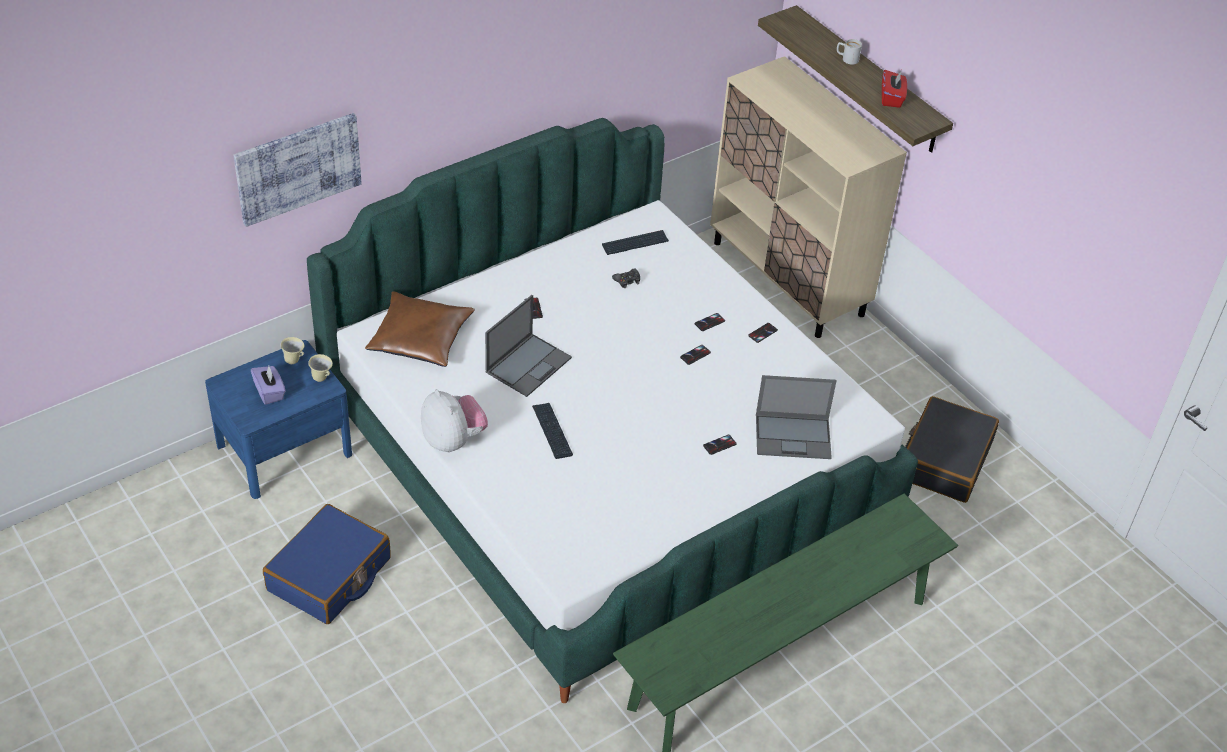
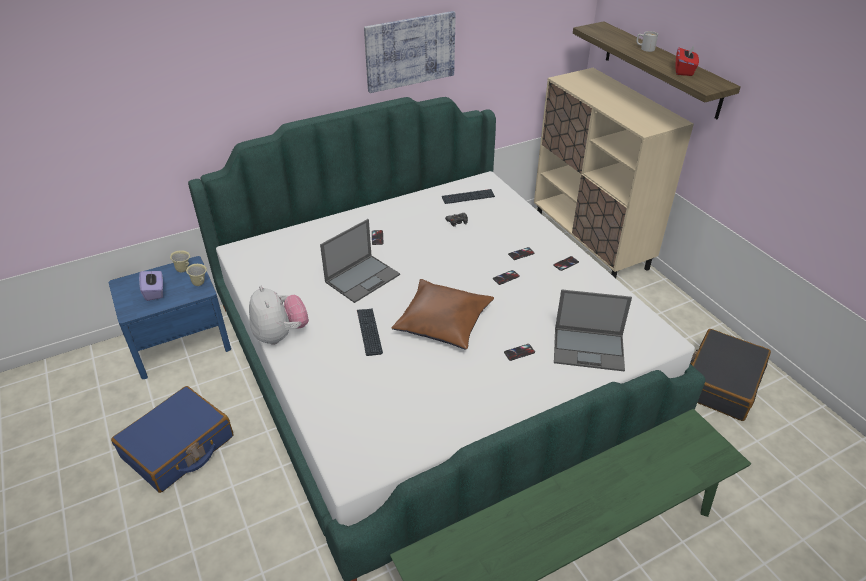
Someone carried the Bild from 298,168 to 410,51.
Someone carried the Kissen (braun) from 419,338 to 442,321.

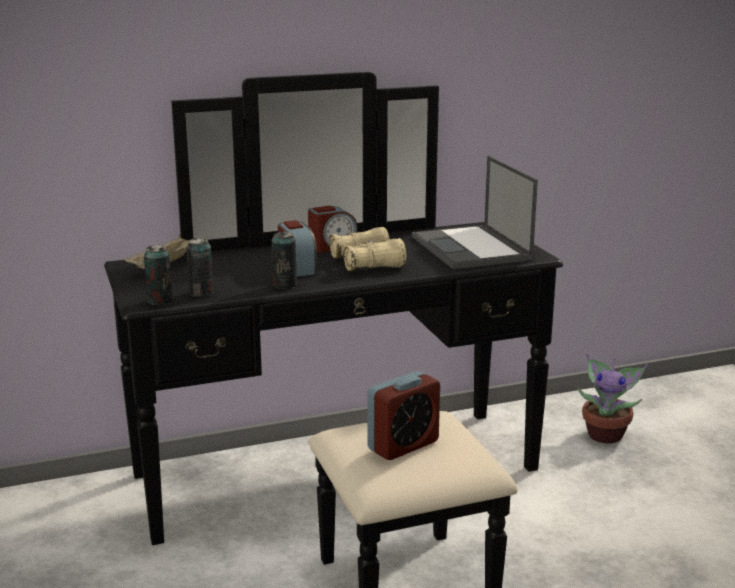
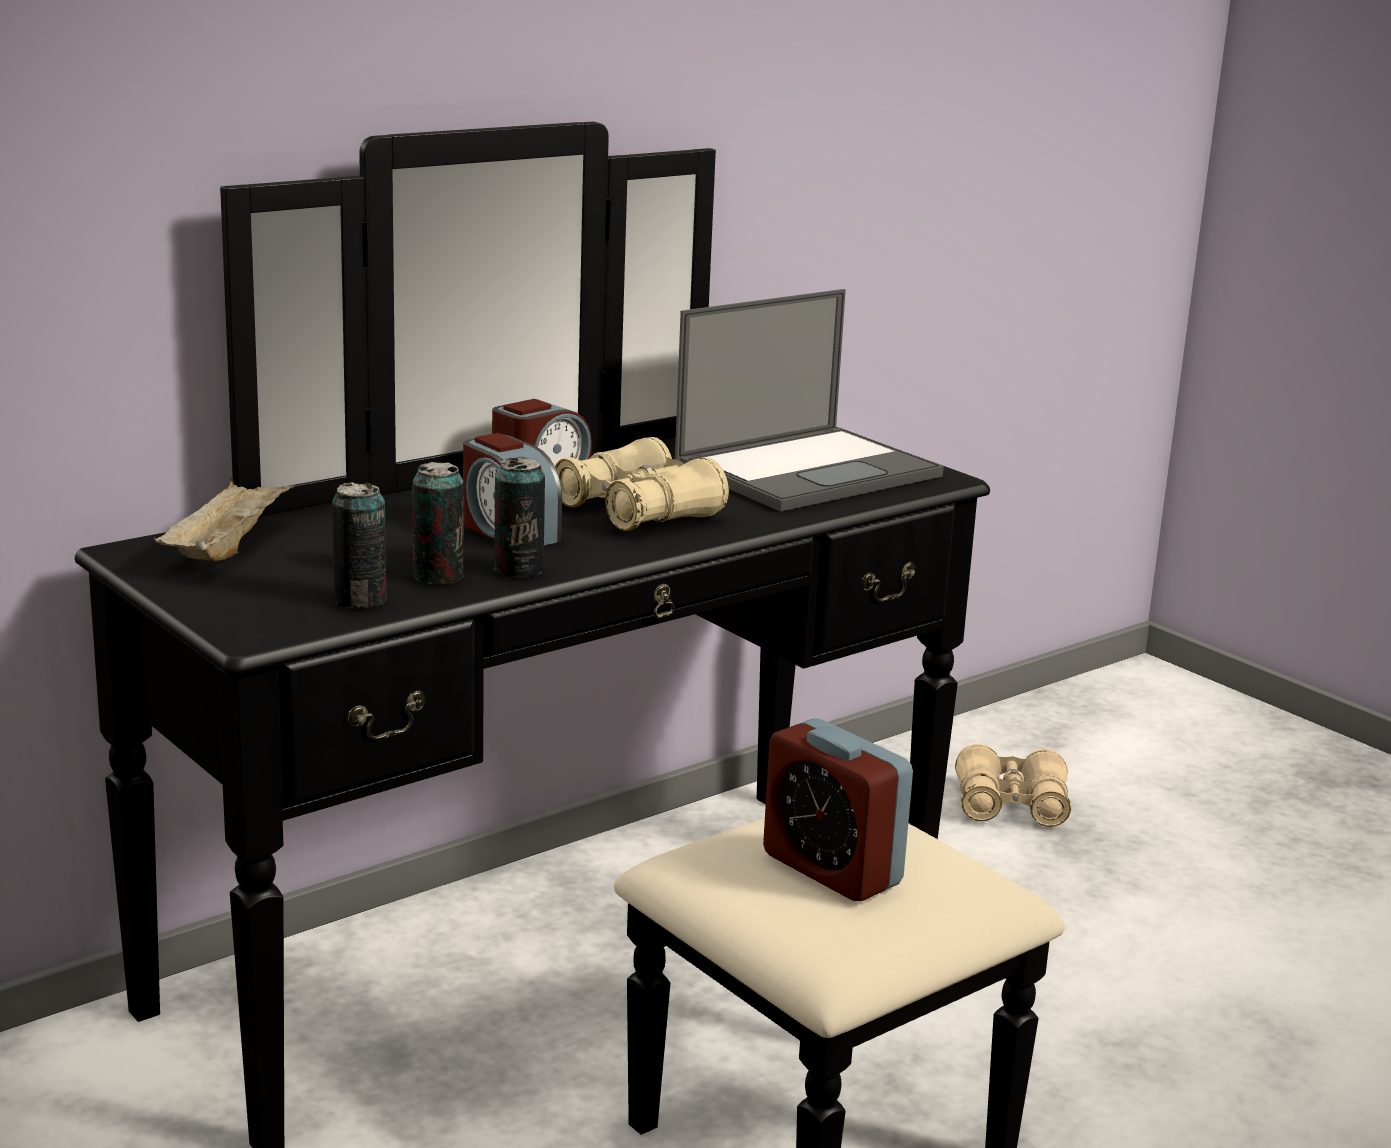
Someone carried the Dose from 160,301 to 438,576.
Someone rotated the Wecker at 403,445 by 105 degrees clockwise.
Someone rotated the Laptop at 472,248 by 90 degrees counterclockwise.
Someone swapped the Topfpflanze at 606,434 for the Fernglas (beige) at 1011,806.

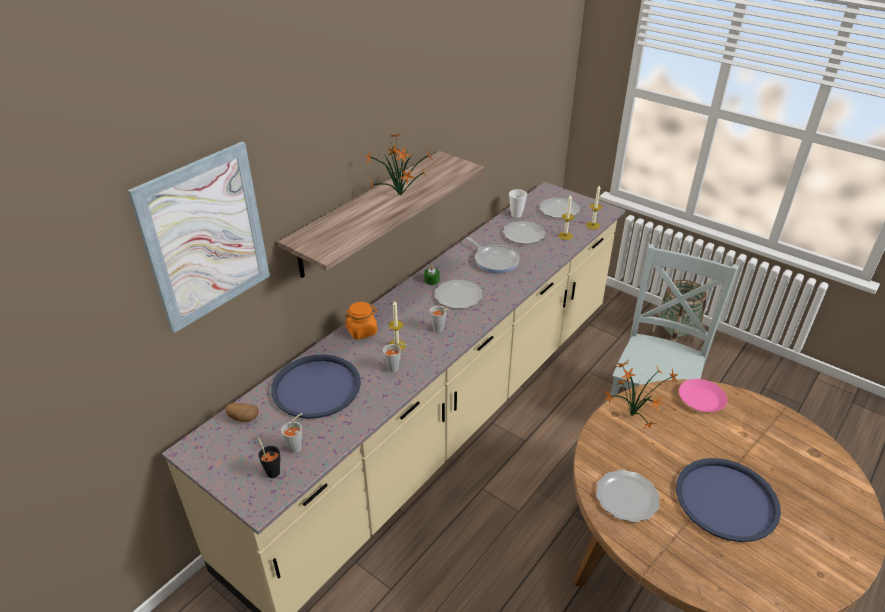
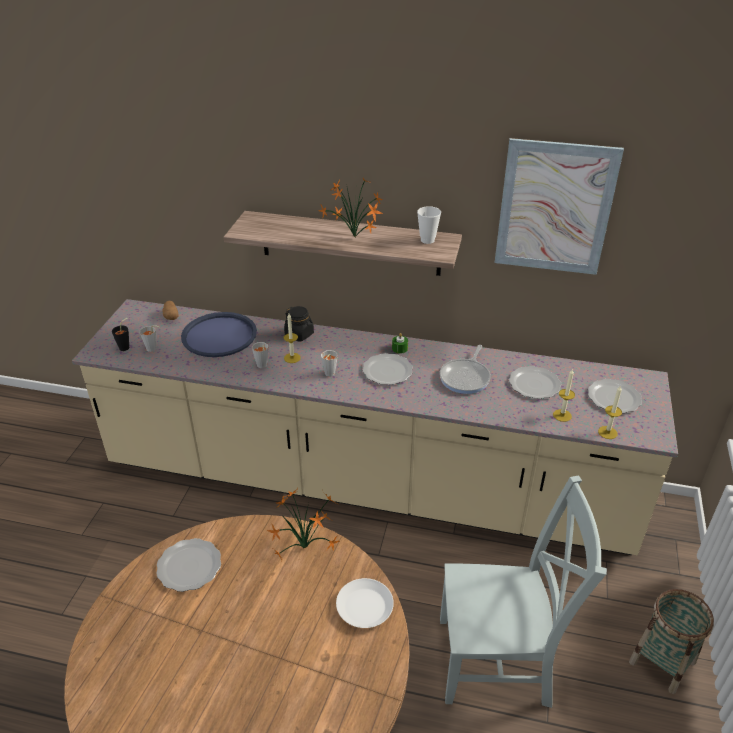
Someone carried the Bild from 205,237 to 554,208.
Someone repainted the Vorratsglas (orange) at 362,331, which became the Vorratsglas (schwarz) at 299,334.
Someone carried the Tasse from 516,215 to 427,240.
Someone took away the Tablett (blau) at 726,500.
Someone repainted the Teller (rosa) at 701,399, which became the Teller (weiß) at 364,606.

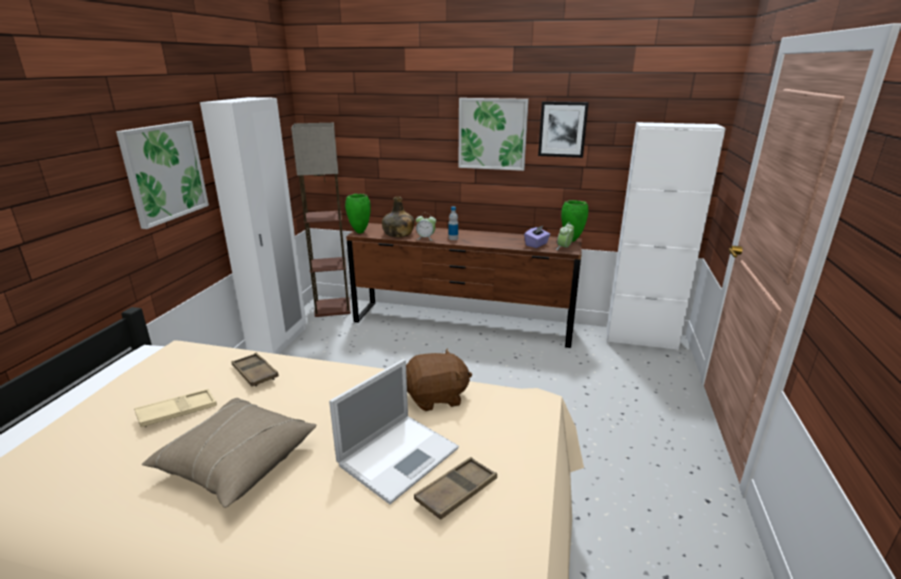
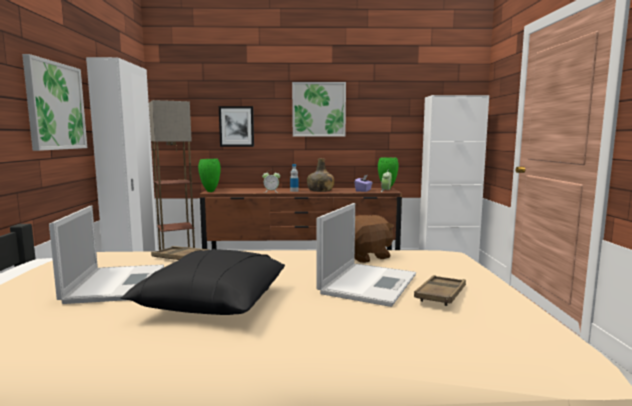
Someone swapped the Tablett (beige) at 177,412 for the Laptop at 116,283.
Someone repainted the Kissen (beige) at 237,462, which became the Kissen (schwarz) at 213,302.
Someone carried the Flasche (grün) from 398,234 to 320,190.
Someone carried the Bild from 562,129 to 236,126.

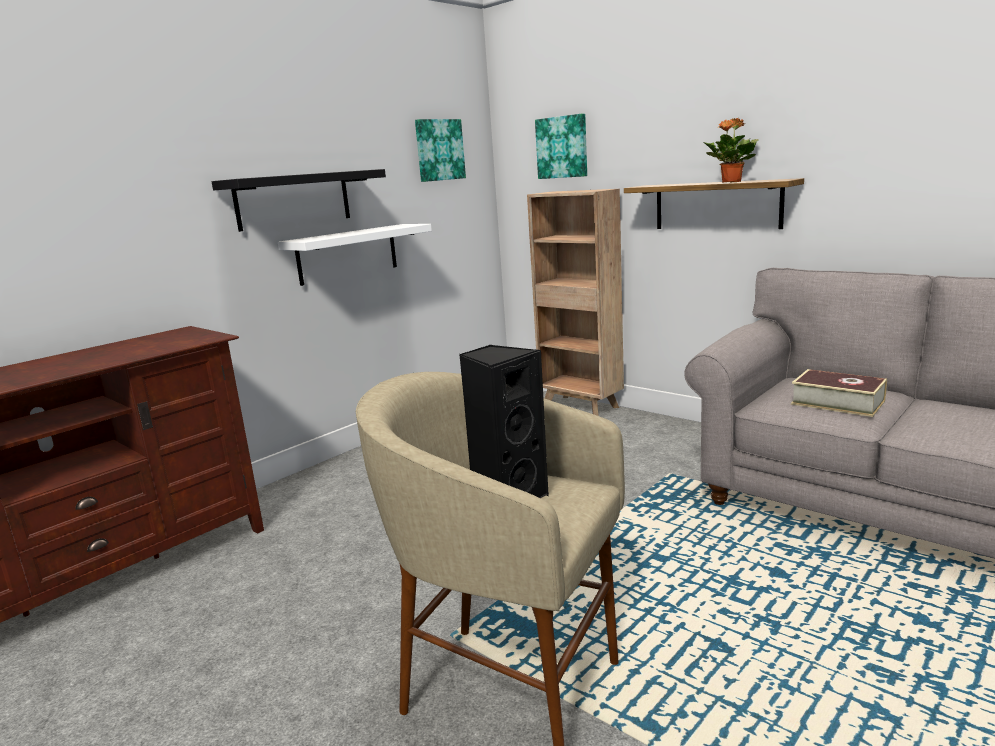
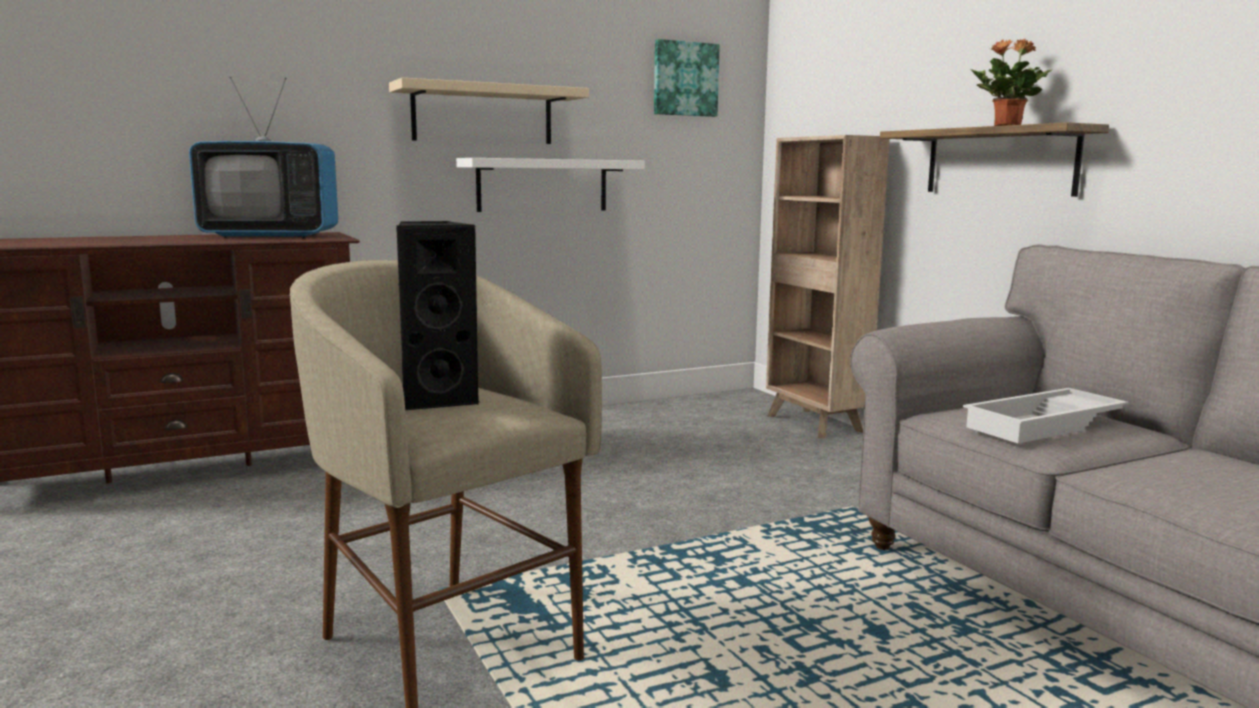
Someone repainted the Wandregal (schwarz) at 293,200, which became the Wandregal (beige) at 482,115.
Someone took away the Bild at 562,147.
Someone swapped the Buch at 837,402 for the Tablett (weiß) at 1045,425.
Someone put down the Fernseher at 270,236.

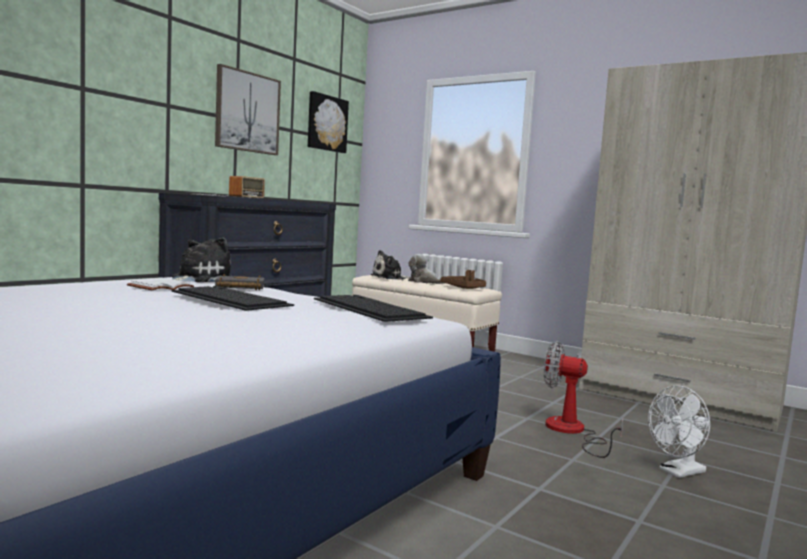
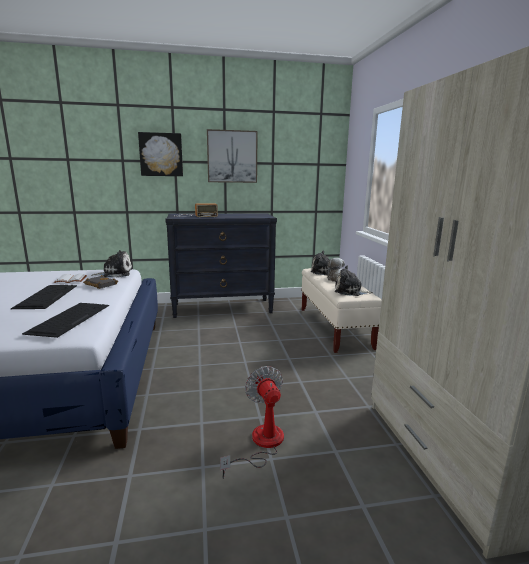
Someone carried the Bild from 326,123 to 161,154.
Someone swapped the Tablett (braun) at 464,288 for the Plüschtier at 350,291.
Someone took away the Ventilator (weiß) at 678,472.

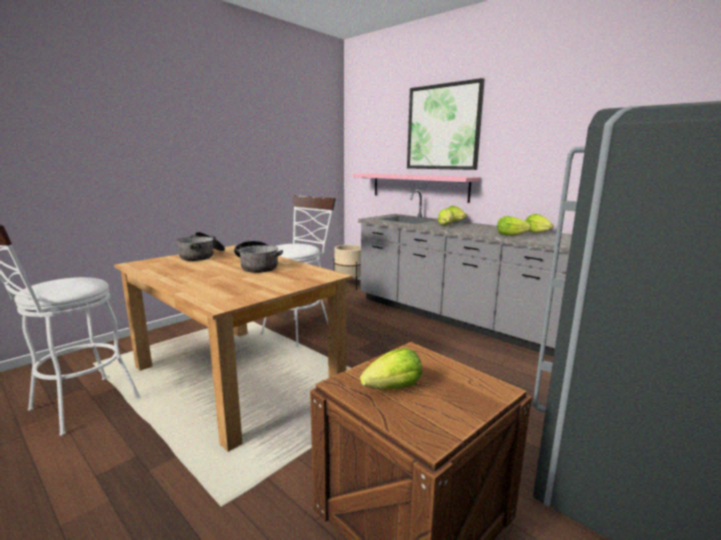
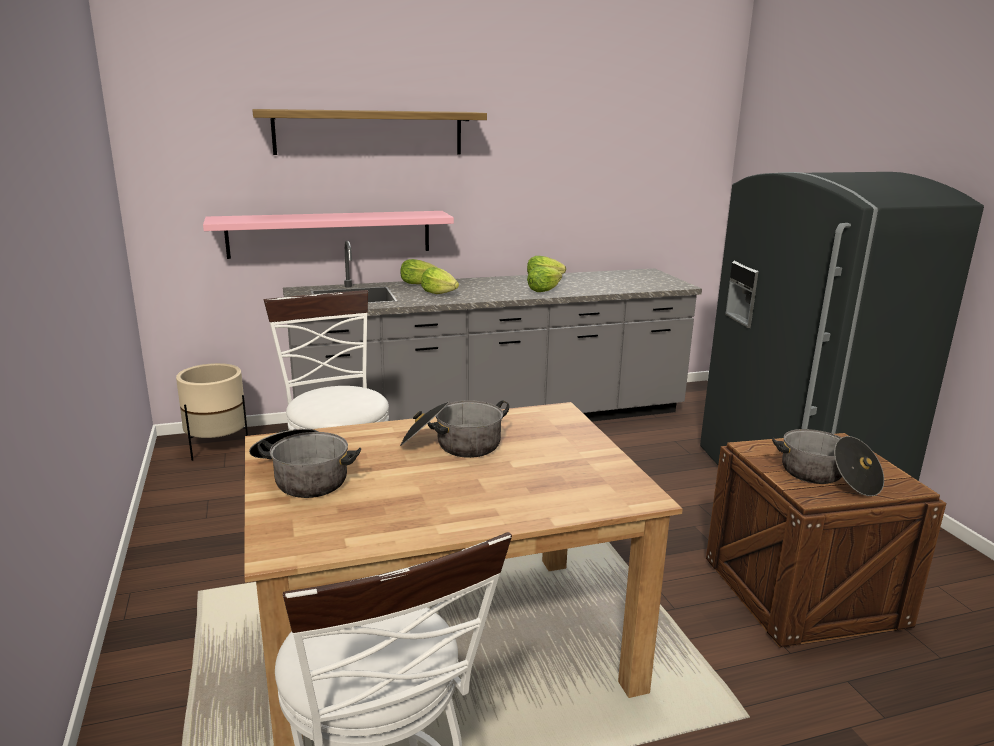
Someone swapped the Salatkopf at 394,388 for the Kochtopf at 826,477.
Someone swapped the Bild at 443,127 for the Wandregal at 369,132.

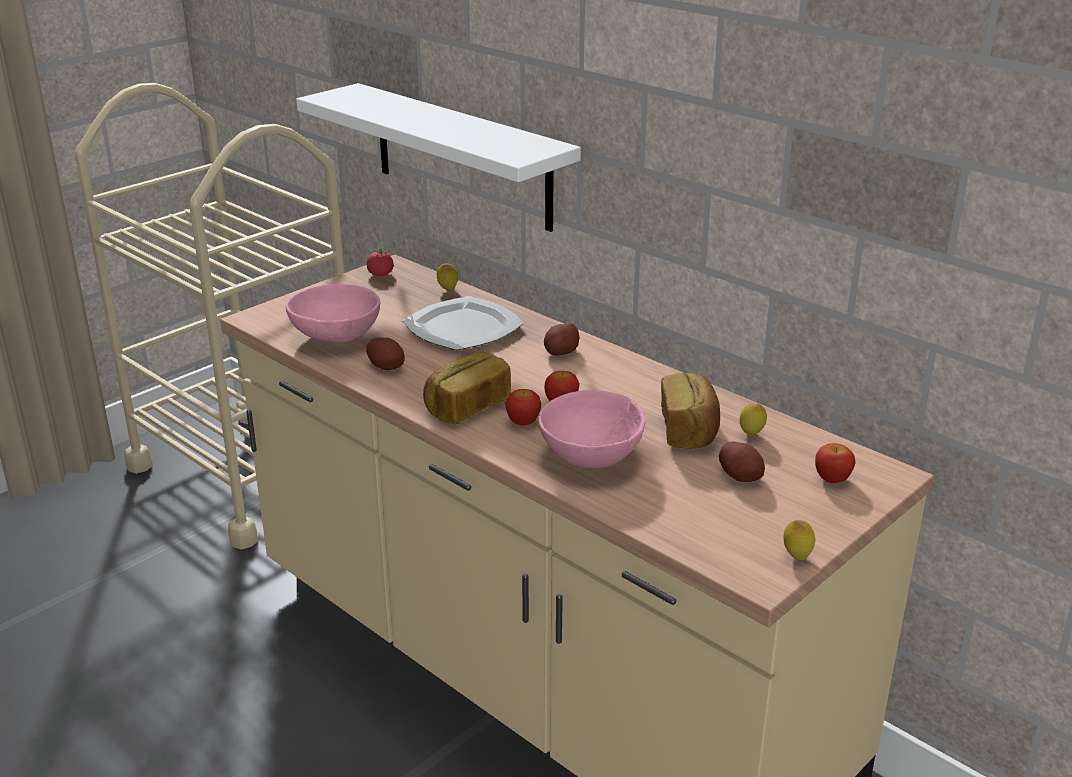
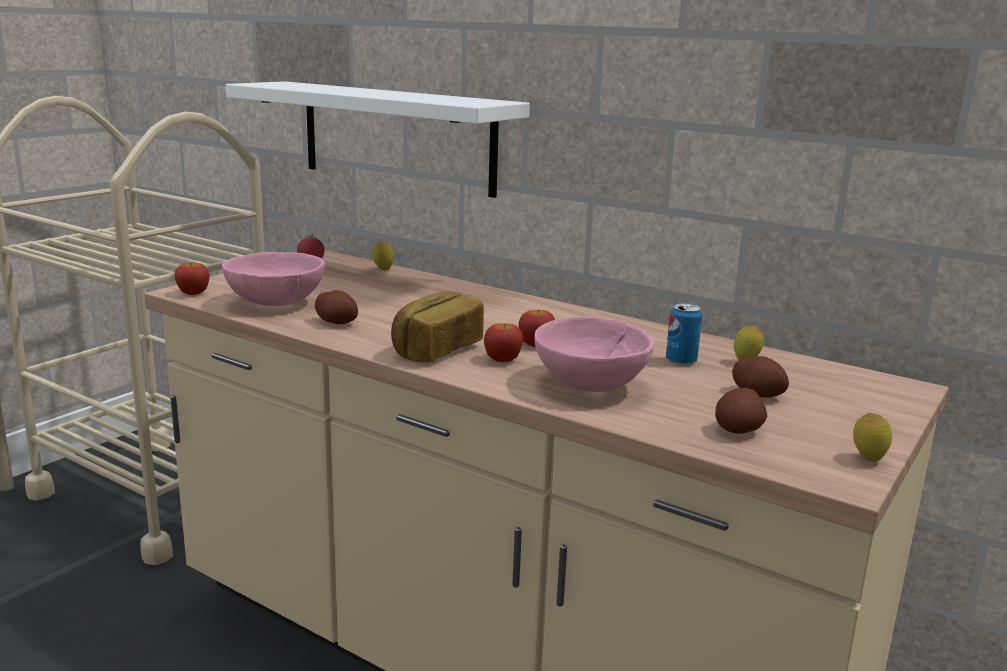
Someone took away the Teller at 464,328.
Someone carried the Kartoffel from 561,352 to 739,430.
Someone swapped the Brot at 689,430 for the Dose at 681,361.
Someone carried the Apfel from 832,479 to 193,293.

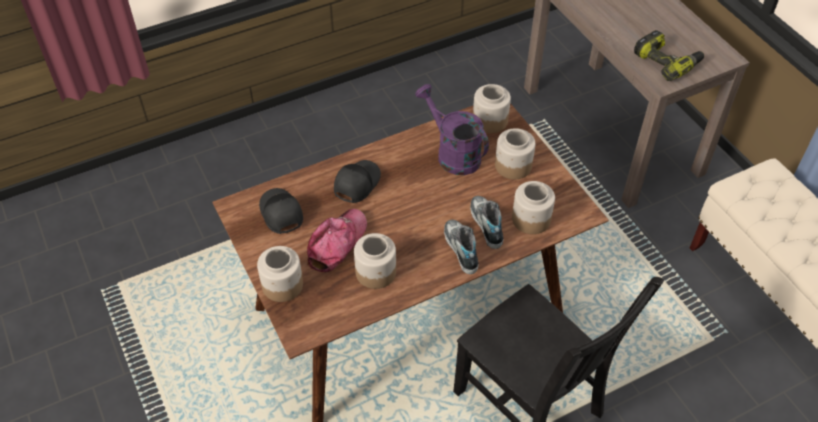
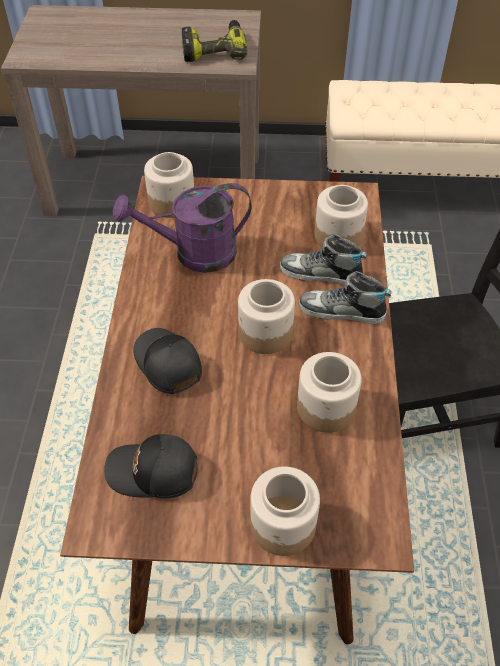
Someone took away the Kappe at 337,243.
Someone carried the Vorratsglas from 512,166 to 265,333.

